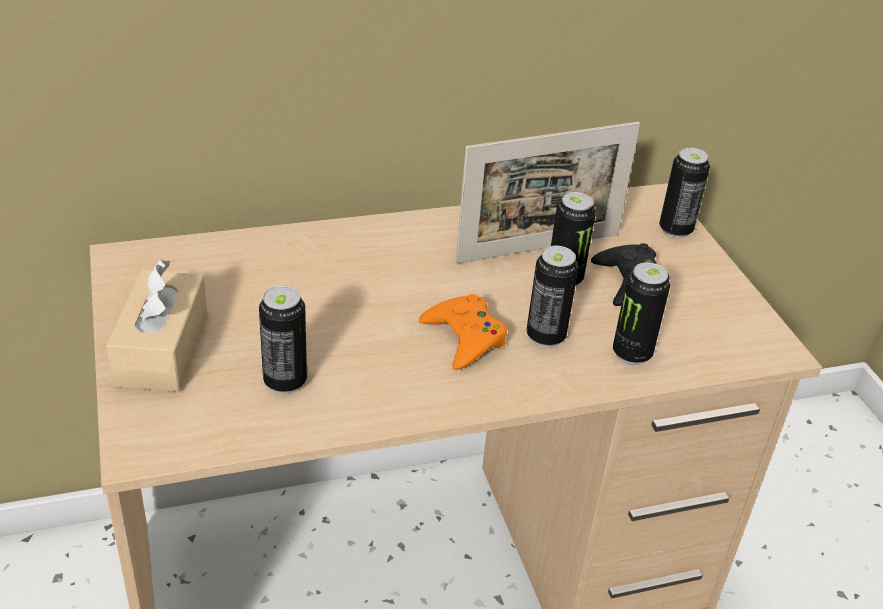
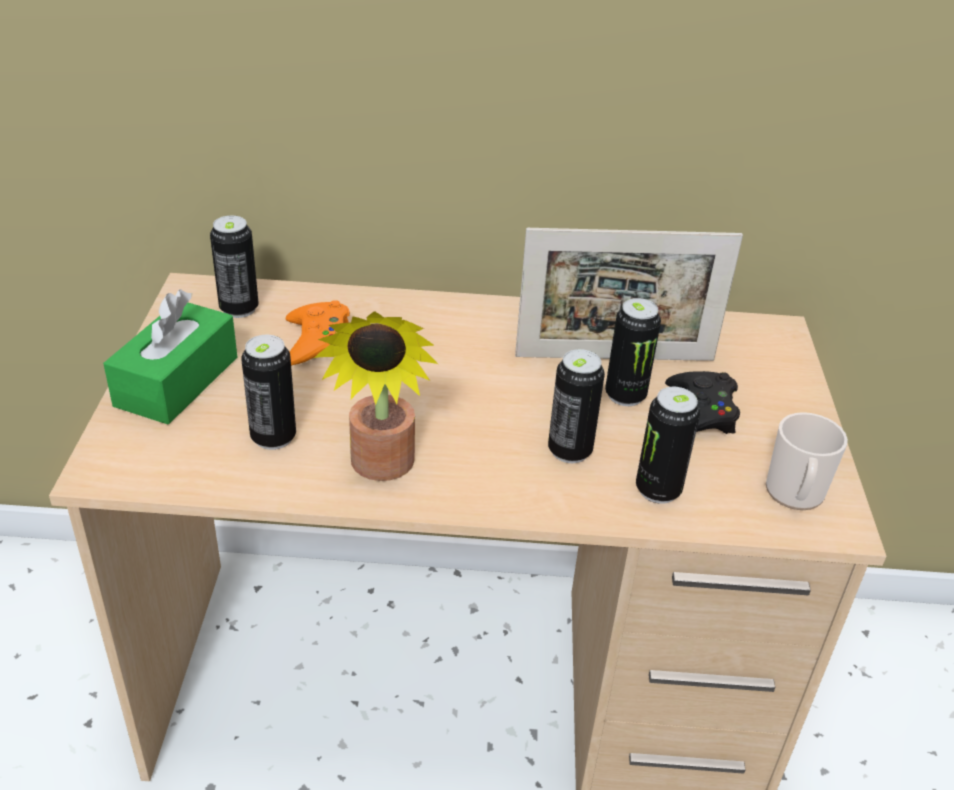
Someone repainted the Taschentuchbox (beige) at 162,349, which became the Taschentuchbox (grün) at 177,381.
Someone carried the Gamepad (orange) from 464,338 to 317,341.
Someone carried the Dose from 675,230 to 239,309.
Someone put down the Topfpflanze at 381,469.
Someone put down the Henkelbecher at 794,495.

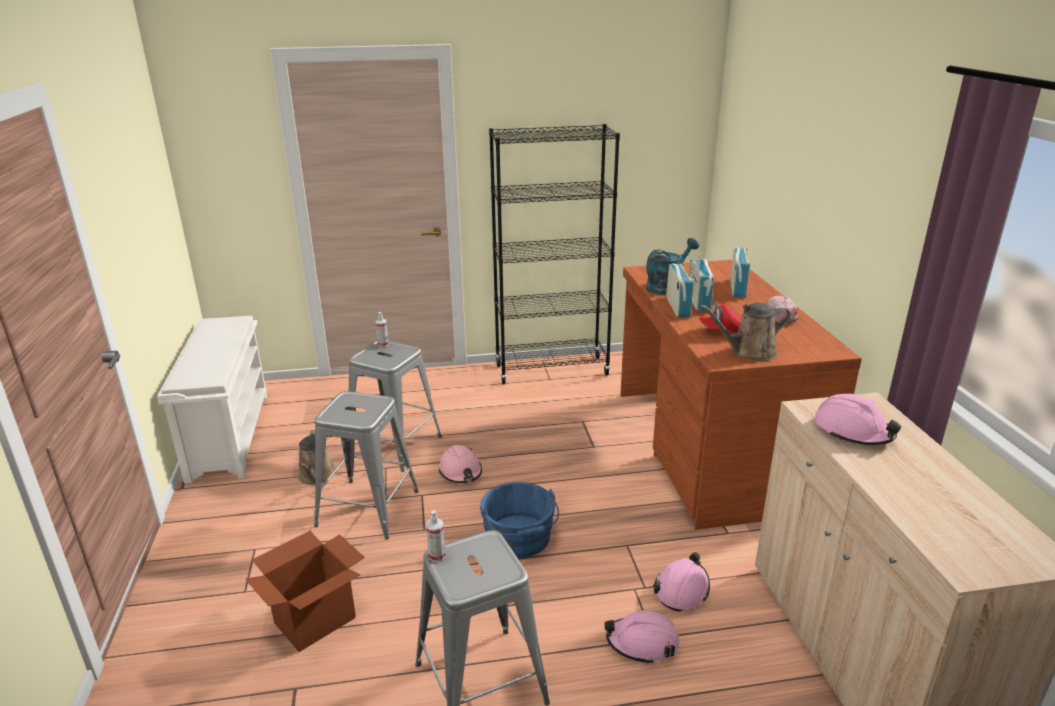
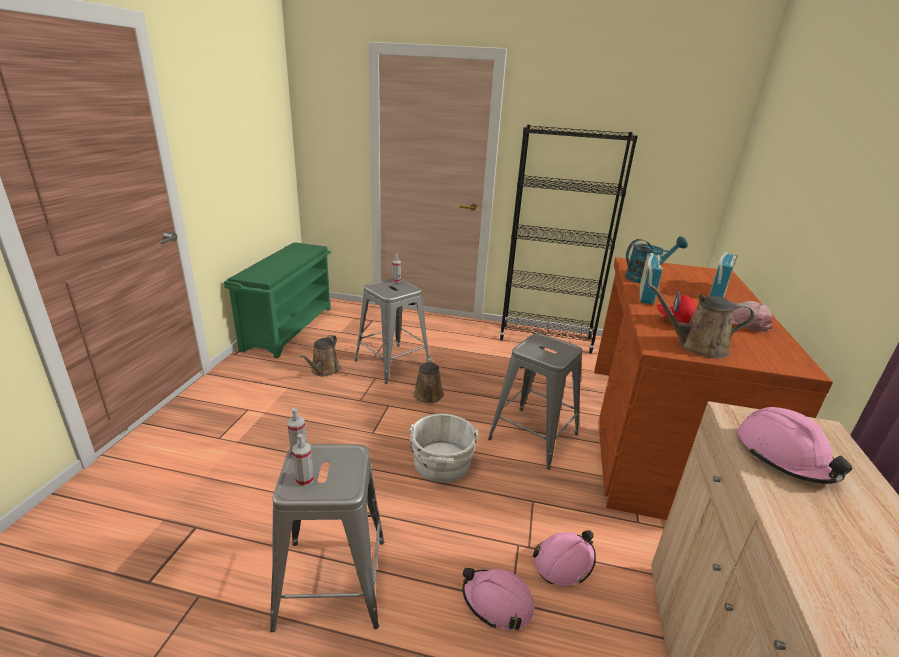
Someone repainted the Schuhregal (weiß) at 229,435, which became the Schuhregal (grün) at 289,328.
Someone took away the Karton at 315,620.
Someone carried the Hocker (grau) from 367,508 to 533,436.
Someone swapped the Schutzhelm (rosa) at 461,472 for the Gießkanne (braun) at 428,396.
Someone repainted the Eimer (blau) at 519,539, which became the Eimer (weiß) at 442,465.
Someone took away the Radio at 698,302.
Someone put down the Sprühflasche at 304,480.

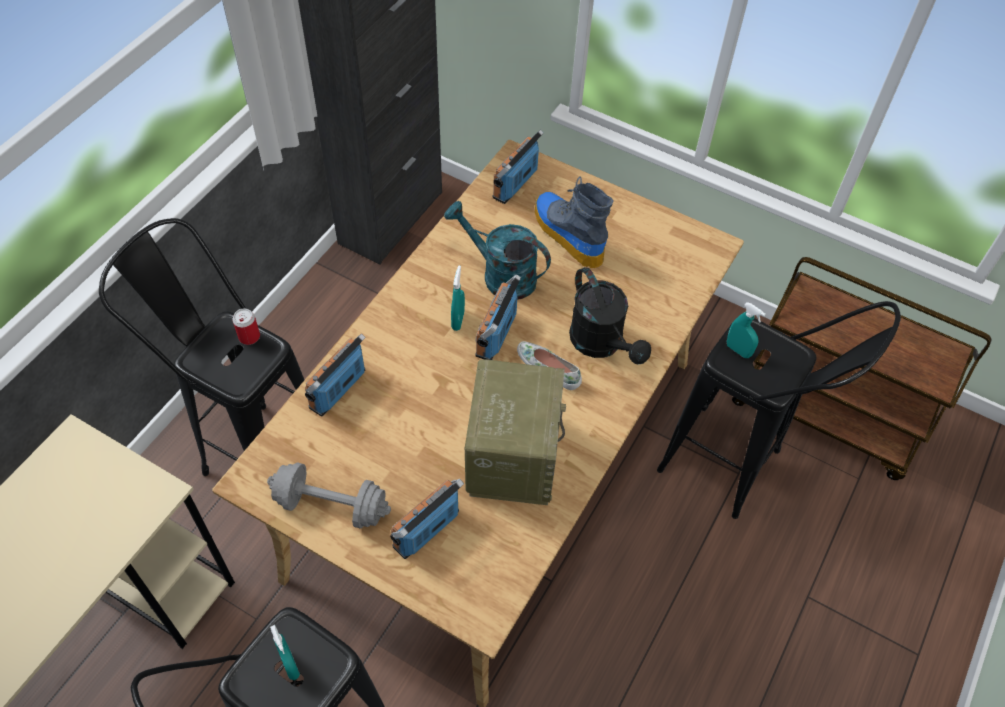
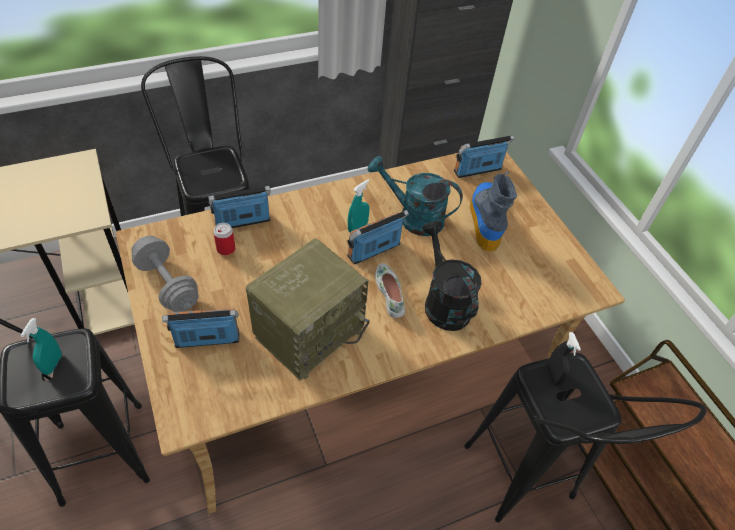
Someone carried the Dose from 249,337 to 226,249.
Someone rotated the Gießkanne (türkis) at 500,275 by 45 degrees counterclockwise.
Someone rotated the Gießkanne (schwarz) at 602,344 by 150 degrees clockwise.
Someone repainted the Sprühflasche (türkis) at 738,350, which became the Sprühflasche (schwarz) at 553,375.

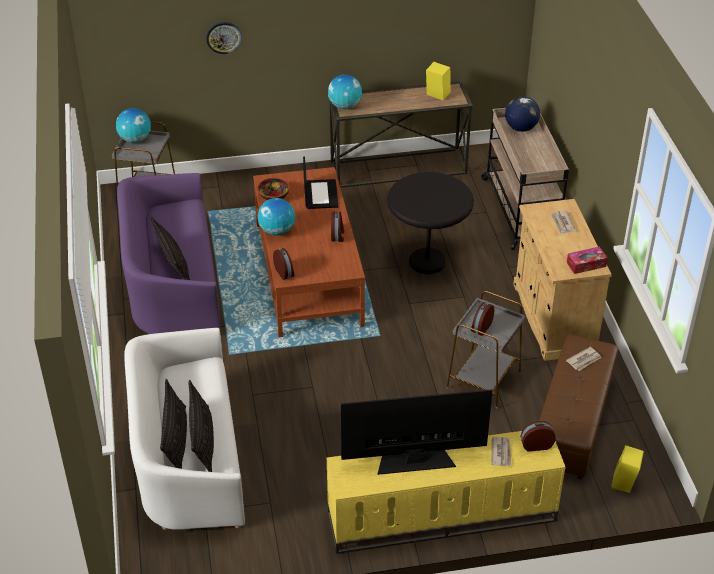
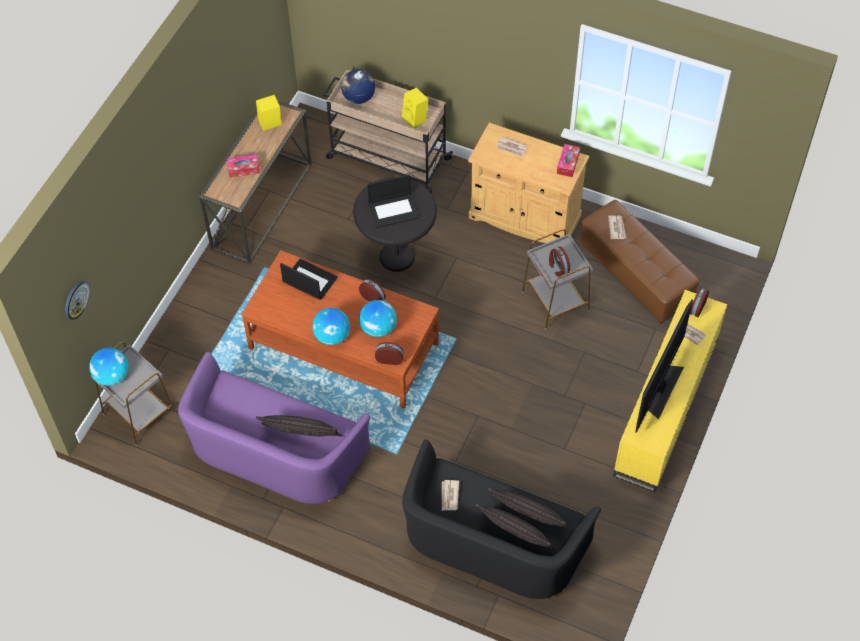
Someone repainted the Sofa (weiß) at 188,458, which became the Sofa (schwarz) at 492,542.
Someone carried the Wanduhr from 223,37 to 76,300.
Someone took away the Schüssel at 274,196.
Someone carried the Globus from 345,106 to 378,328.
Someone carried the Lautsprecher (gelb) from 625,483 to 416,119.
Someone put down the Taschentuchbox at 244,169.
Someone put down the Laptop at 394,210.
Someone put down the Zeitung at 449,496.

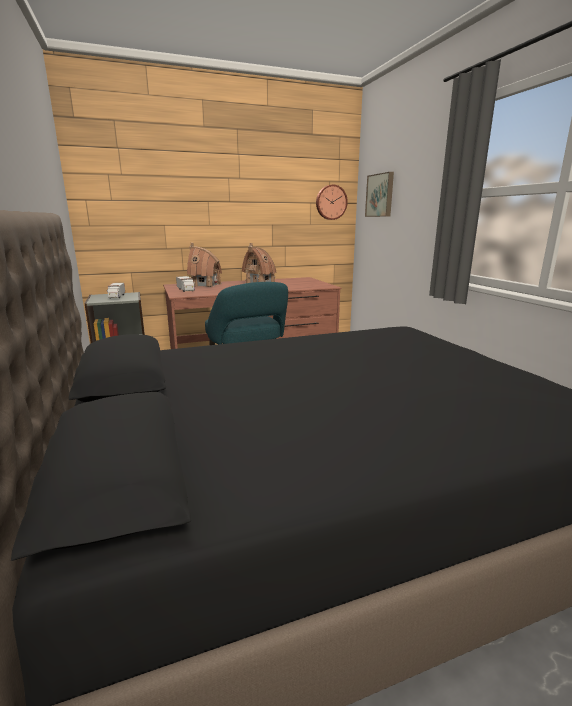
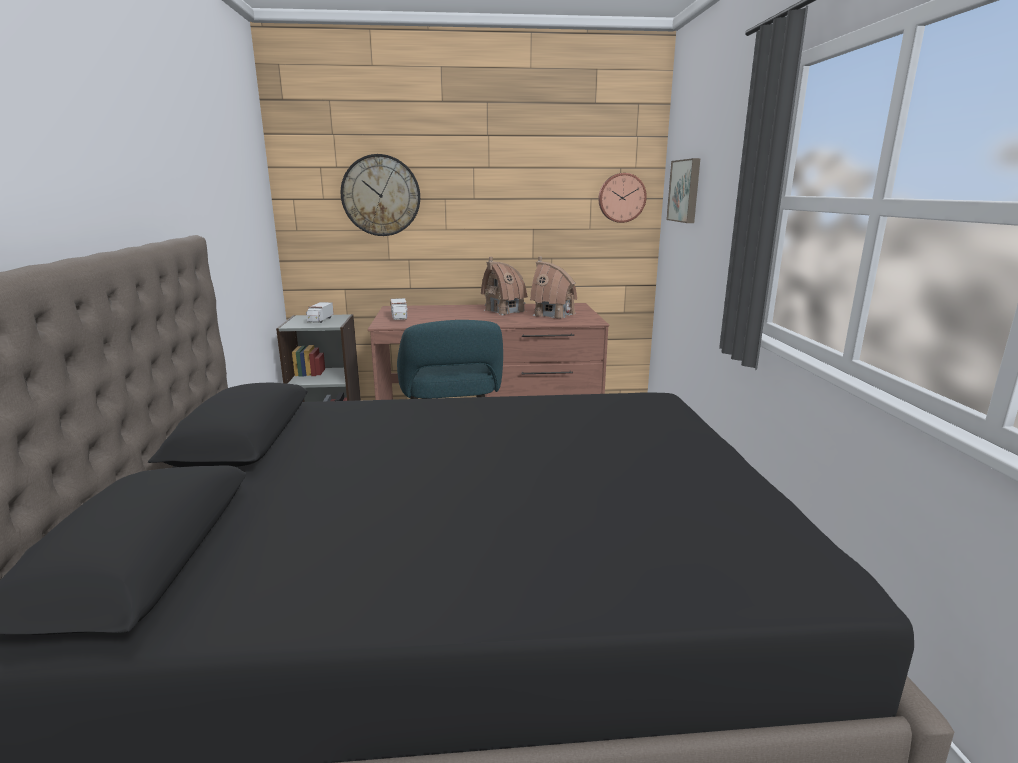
Someone carried the Spielzeughaus from 205,285 to 553,314.
Someone put up the Wanduhr at 381,195.

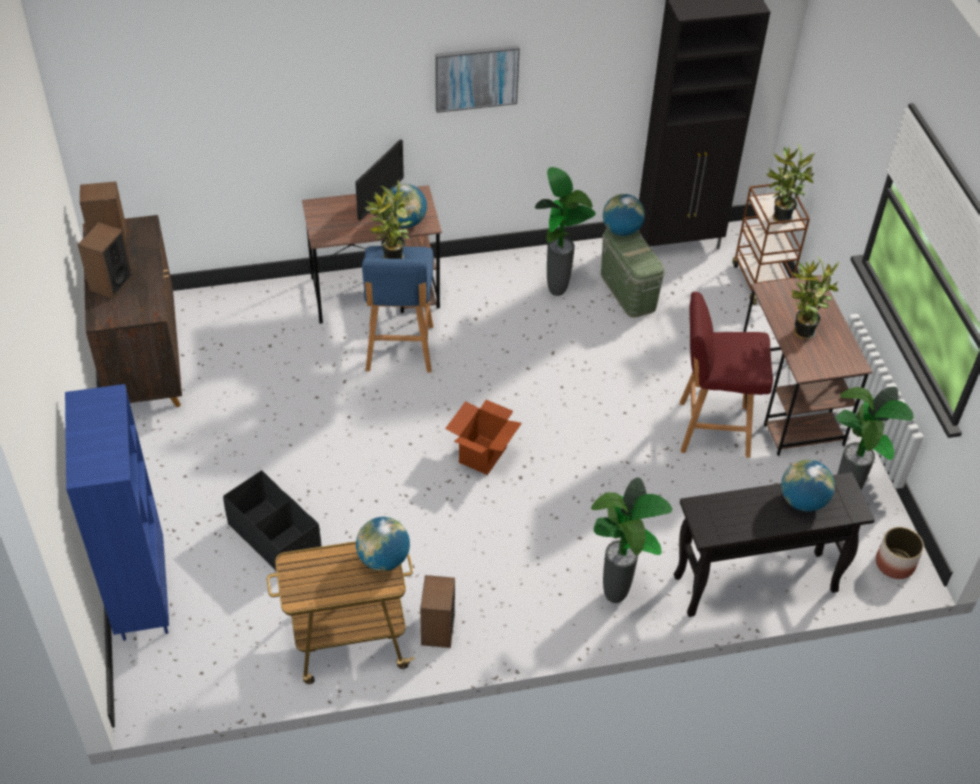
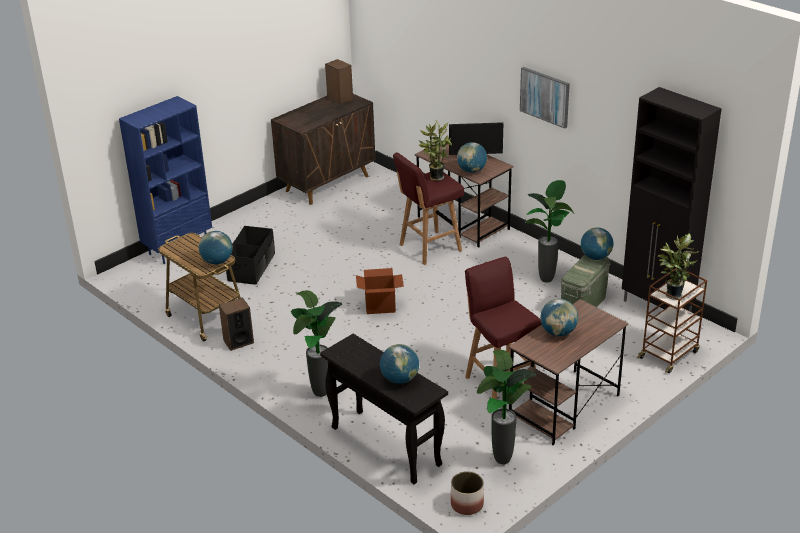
Someone took away the Lautsprecher at 111,283.
Someone repainted the Hocker (blau) at 399,349, which became the Hocker (rot) at 429,248.
Someone swapped the Topfpflanze at 801,332 for the Globus at 558,332.

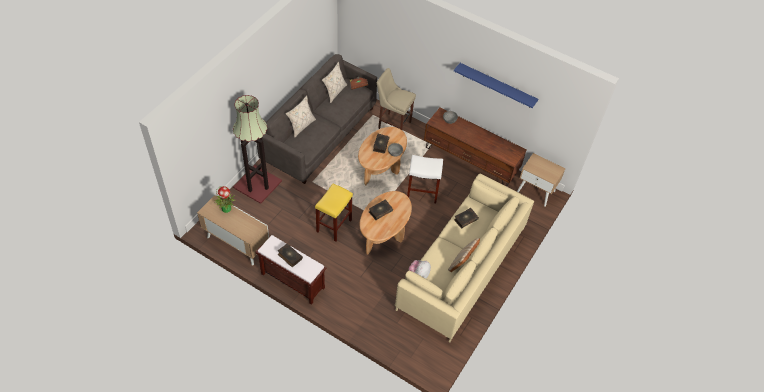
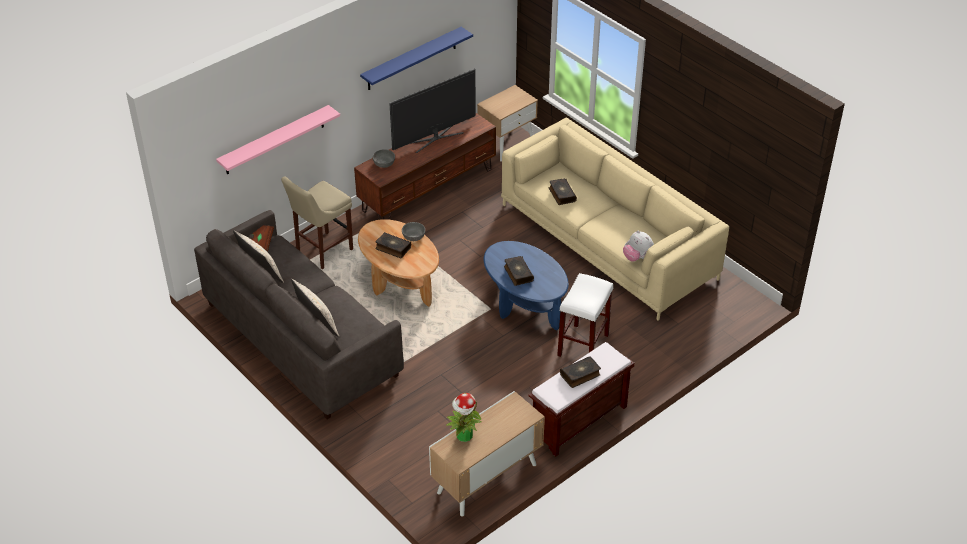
Someone took away the Stehlampe at 257,183.
Someone took away the Hocker (gelb) at 334,225.
Someone repainted the Couchtisch (braun) at 384,232, which became the Couchtisch (blau) at 524,304.
Someone carried the Hocker (weiß) from 422,192 to 583,346.
Someone took away the Kissen (beige) at 462,263.
Someone put up the Wandregal (rosa) at 274,140.
Someone put down the Fernseher at 435,138.

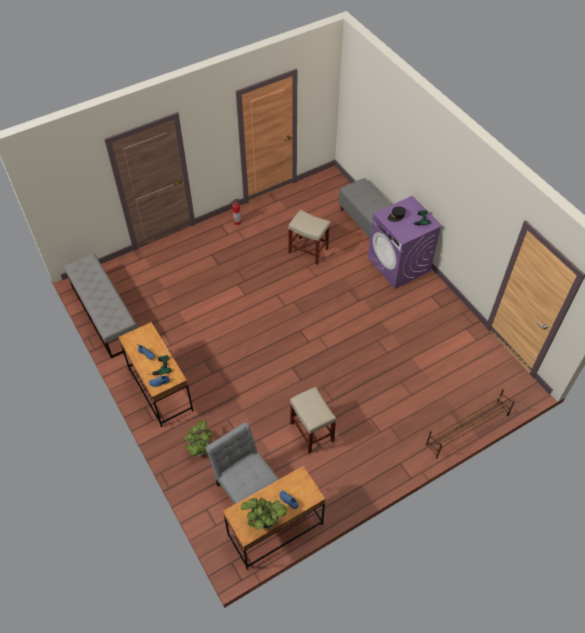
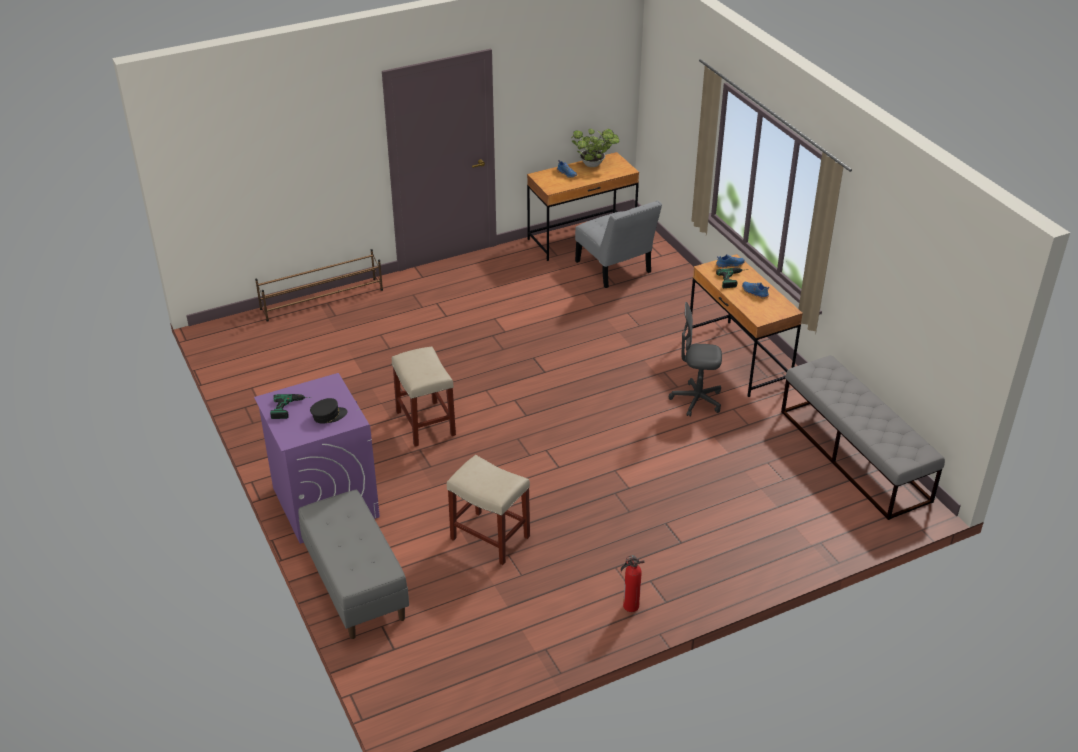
Someone took away the Topfpflanze at 199,448.
Someone carried the Hocker (beige) from 311,431 to 426,424.
Someone put down the Bürostuhl (grau) at 696,400.

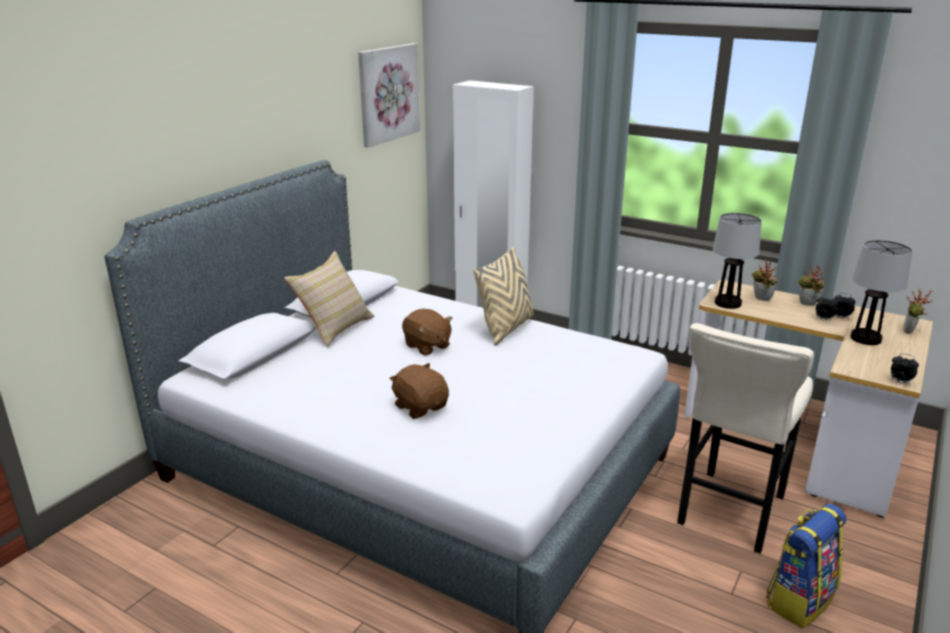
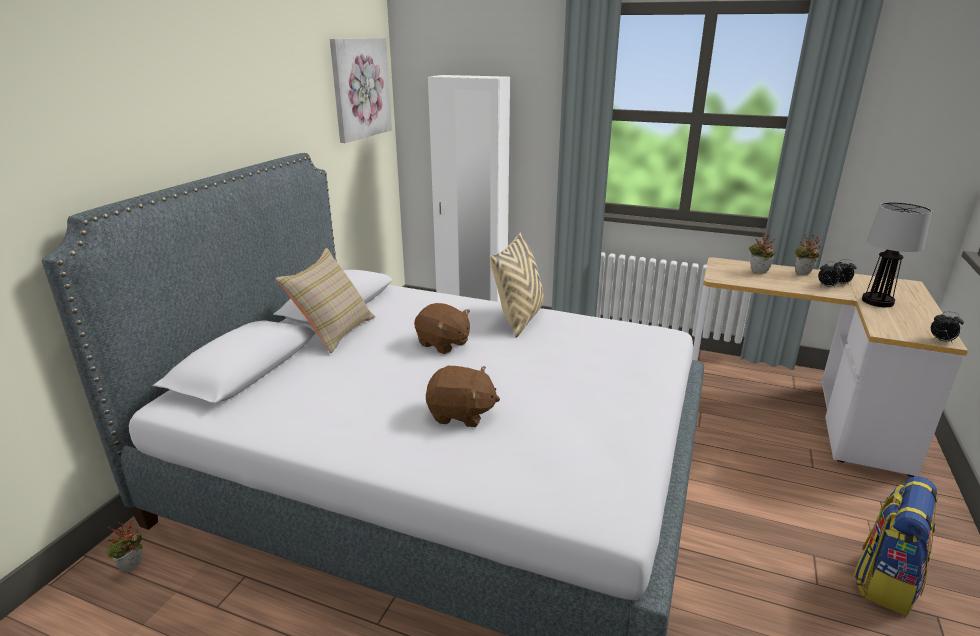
Someone rotated the Plüschtier (braun) at 420,407 by 150 degrees clockwise.
Someone took away the Hocker (beige) at 729,514.
Someone took away the Tischlampe at 727,303.
Someone carried the Topfpflanze from 910,332 to 133,568.

